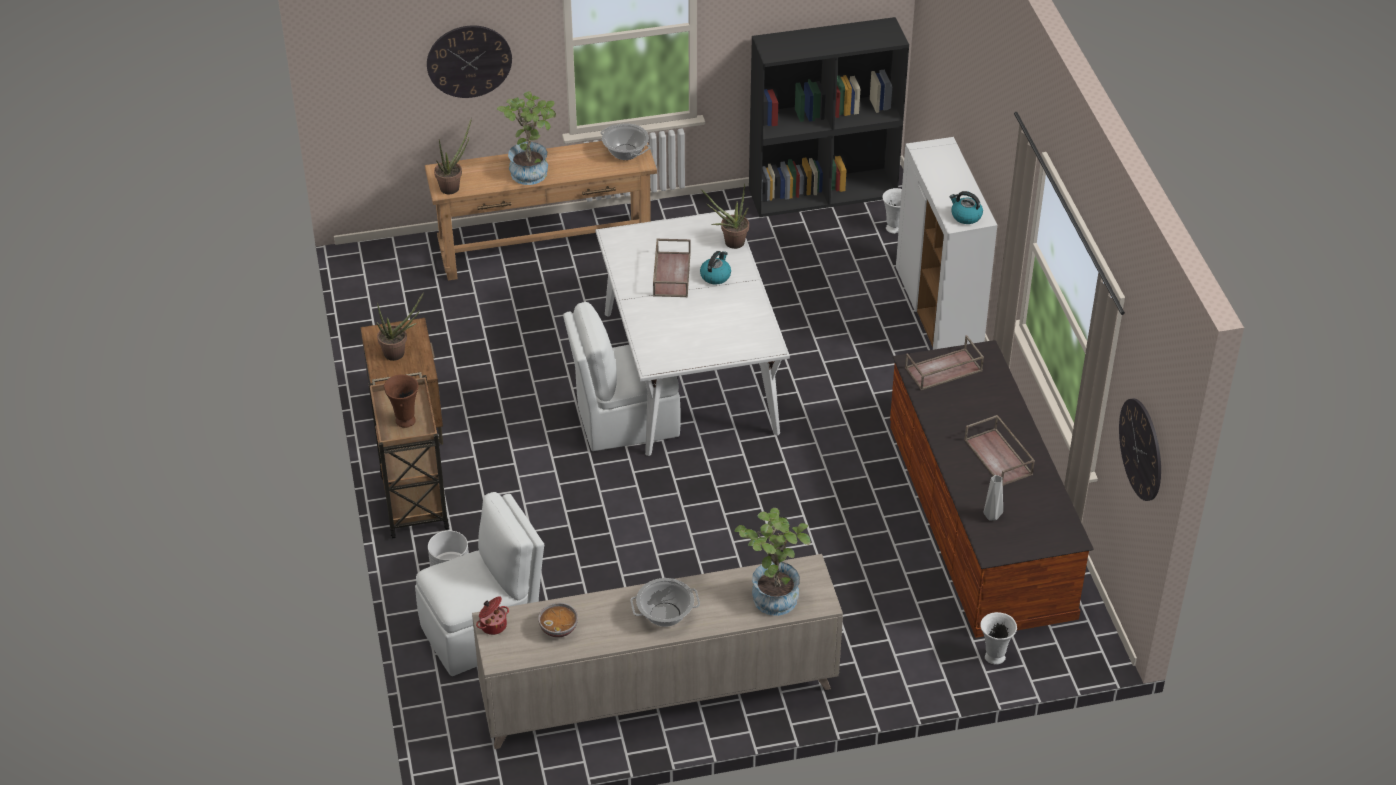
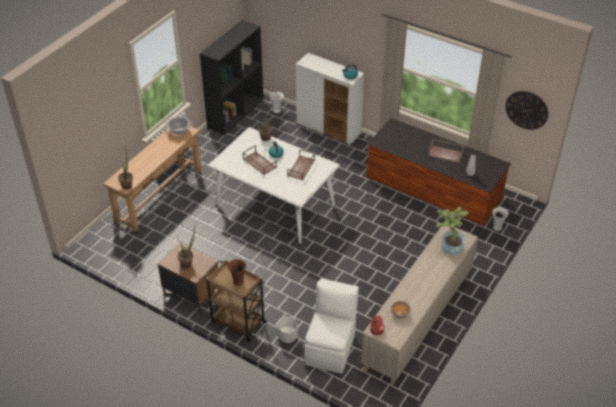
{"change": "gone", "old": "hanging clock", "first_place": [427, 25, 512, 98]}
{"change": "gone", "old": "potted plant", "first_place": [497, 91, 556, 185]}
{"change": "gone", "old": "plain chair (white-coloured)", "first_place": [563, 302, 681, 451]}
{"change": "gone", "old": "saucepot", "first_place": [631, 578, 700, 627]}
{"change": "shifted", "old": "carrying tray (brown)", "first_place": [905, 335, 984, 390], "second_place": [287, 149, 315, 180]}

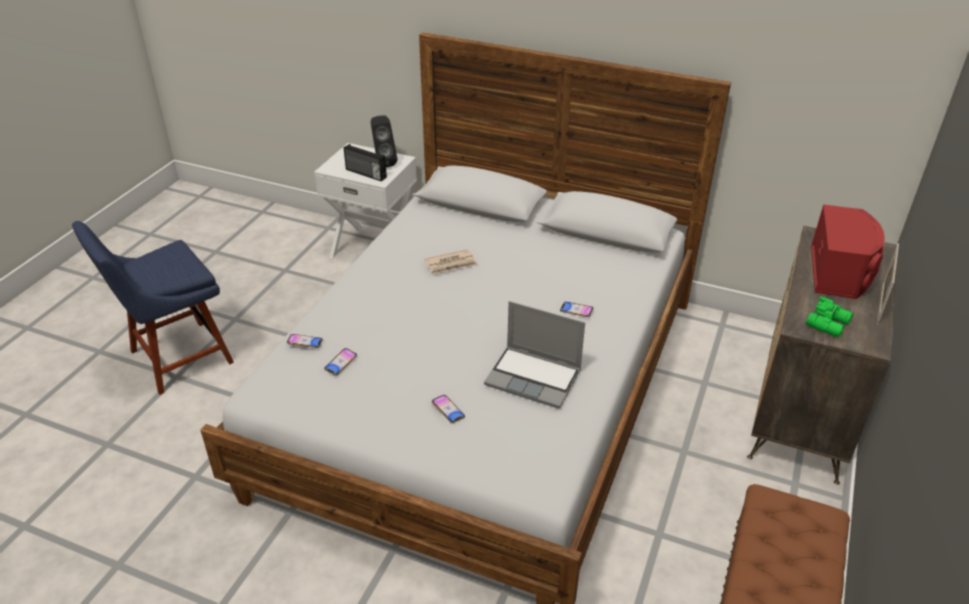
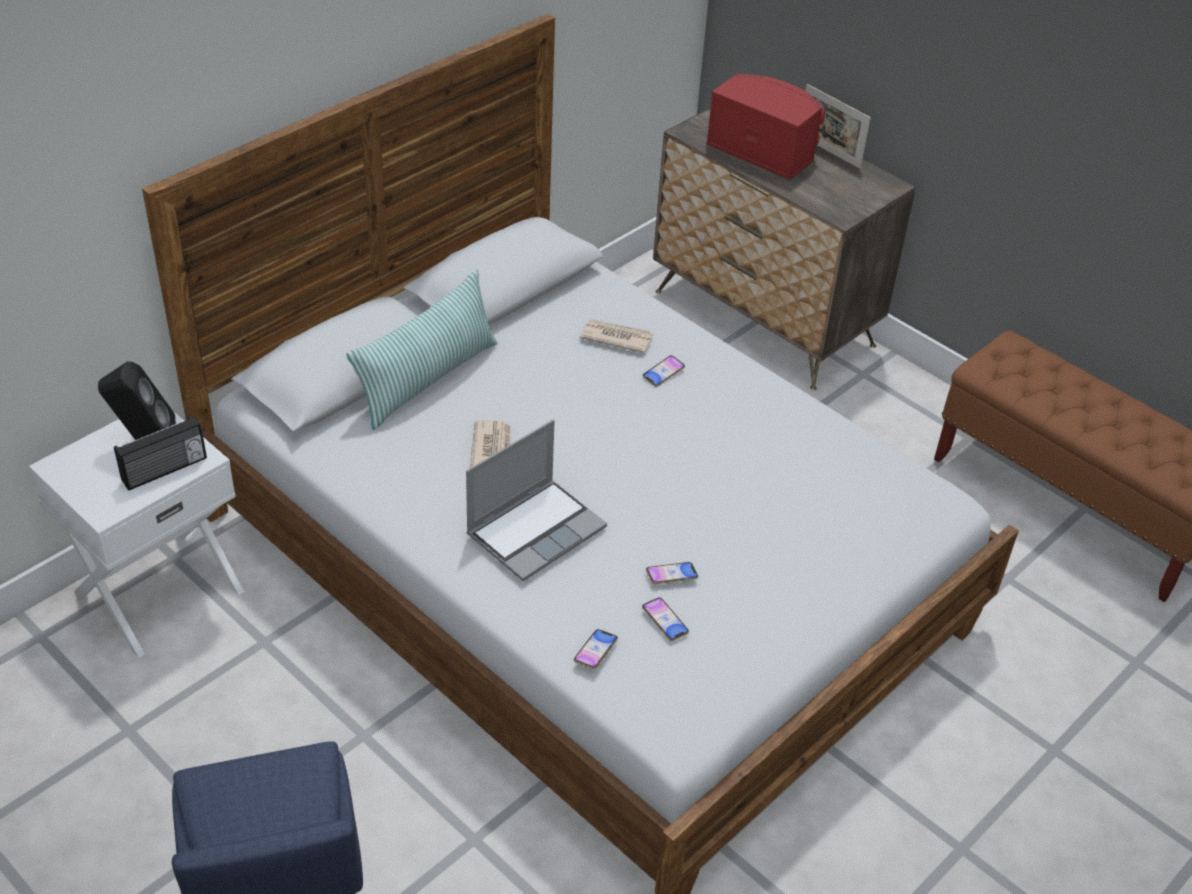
{"change": "gone", "old": "pair of binoculars (green-coloured)", "first_place": [806, 296, 853, 337]}
{"change": "new", "new": "throw pillow", "second_place": [347, 270, 497, 430]}
{"change": "new", "new": "printed paper", "second_place": [580, 319, 653, 353]}
{"change": "shifted", "old": "telephone", "first_place": [432, 395, 465, 423], "second_place": [646, 562, 698, 584]}
{"change": "shifted", "old": "notebook computer", "first_place": [484, 301, 585, 409], "second_place": [466, 420, 607, 581]}

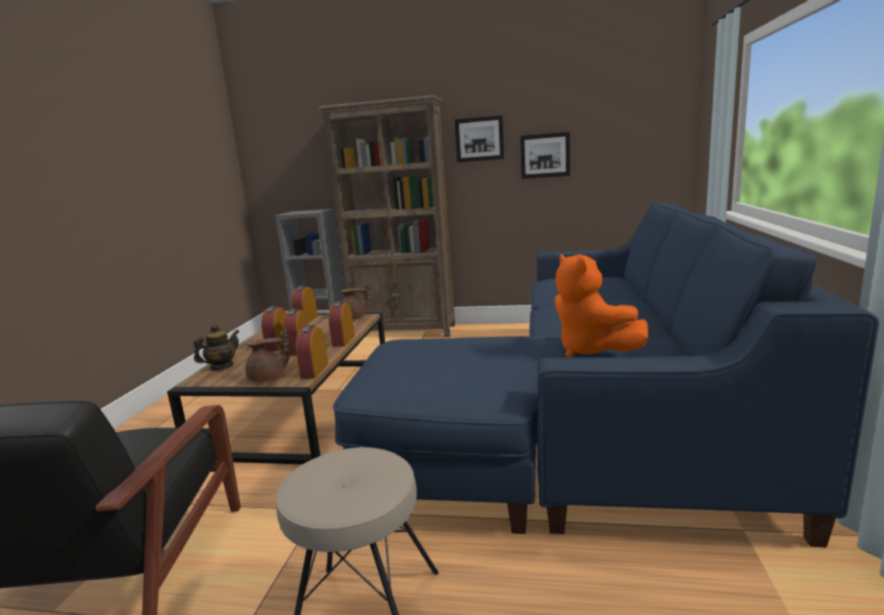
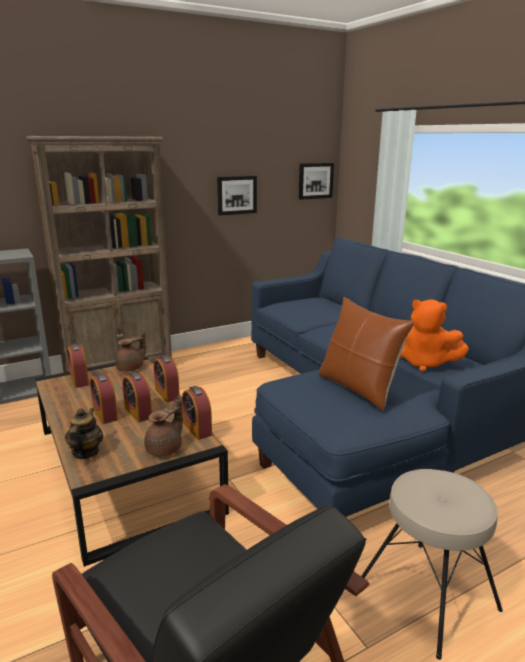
{"change": "new", "new": "throw pillow (brown)", "second_place": [319, 297, 414, 410]}
{"change": "shifted", "old": "wall picture", "first_place": [454, 115, 504, 162], "second_place": [299, 163, 334, 200]}

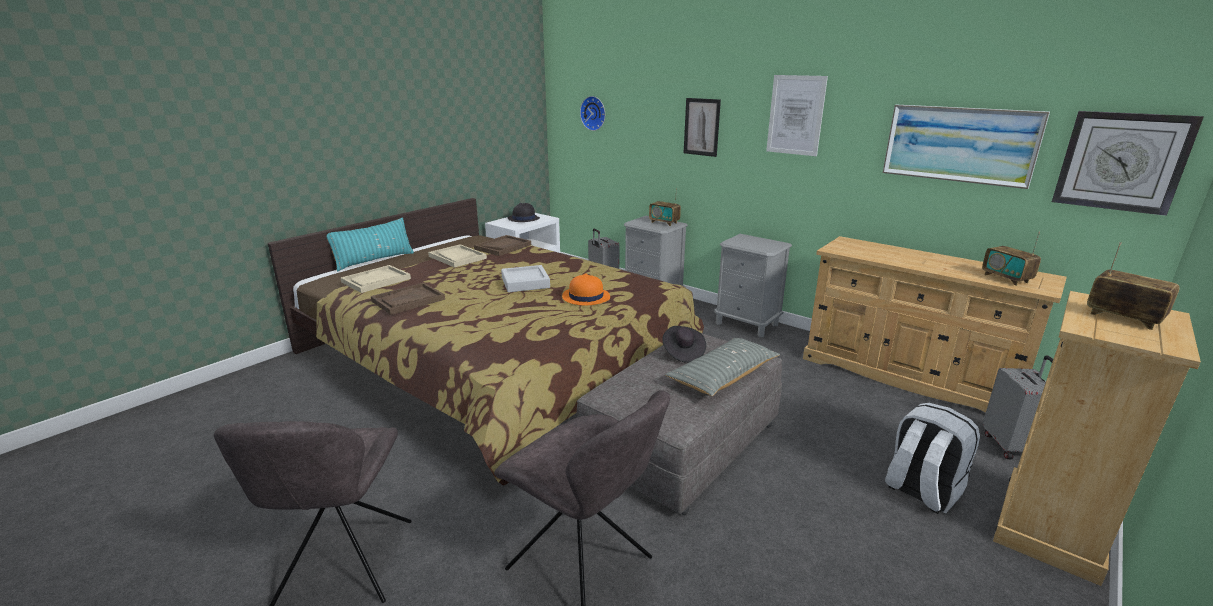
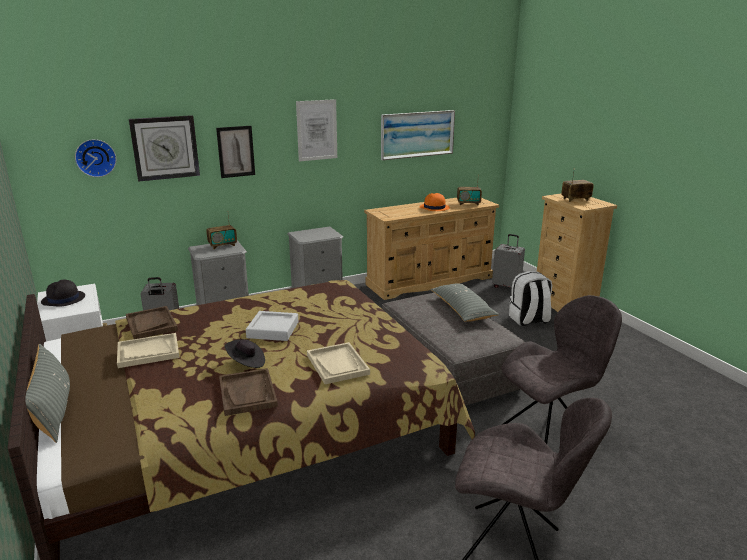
{"change": "shifted", "old": "carrying tray (beige)", "first_place": [341, 265, 411, 293], "second_place": [307, 342, 370, 384]}
{"change": "shifted", "old": "clothing hat (orange-coloured)", "first_place": [562, 273, 610, 305], "second_place": [420, 193, 450, 211]}
{"change": "shifted", "old": "clothing hat (black)", "first_place": [662, 326, 706, 363], "second_place": [225, 339, 265, 368]}
{"change": "shifted", "old": "hanging clock", "first_place": [1052, 111, 1204, 216], "second_place": [129, 115, 200, 182]}
{"change": "repainted", "old": "throw pillow (turquoise-coloured)", "new": "throw pillow (grey)", "first_place": [327, 218, 414, 271], "second_place": [25, 344, 70, 443]}

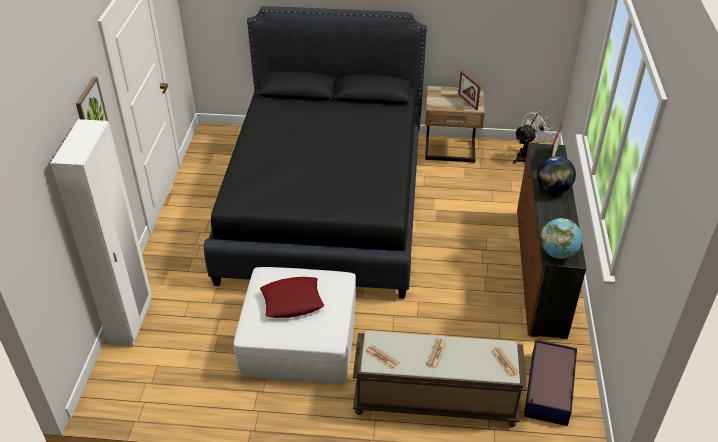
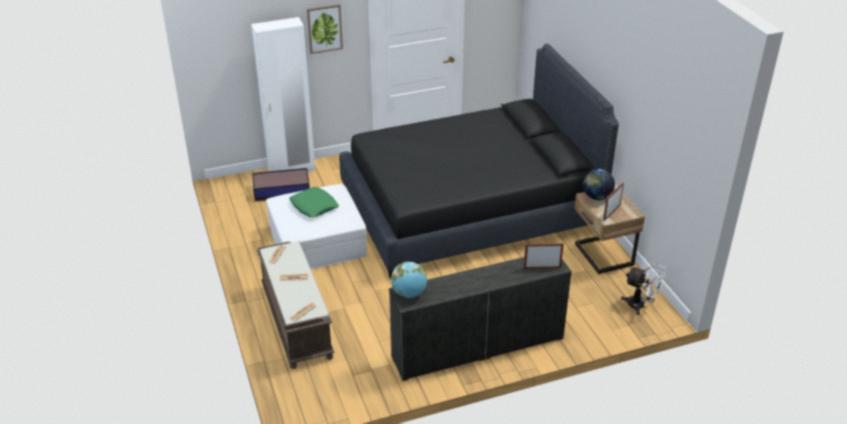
{"change": "shifted", "old": "storage box", "first_place": [524, 340, 577, 426], "second_place": [253, 168, 310, 201]}
{"change": "shifted", "old": "world globe", "first_place": [537, 156, 576, 194], "second_place": [583, 169, 615, 200]}
{"change": "repainted", "old": "throw pillow (red-coloured)", "new": "throw pillow (green-coloured)", "first_place": [260, 277, 324, 318], "second_place": [289, 187, 339, 218]}

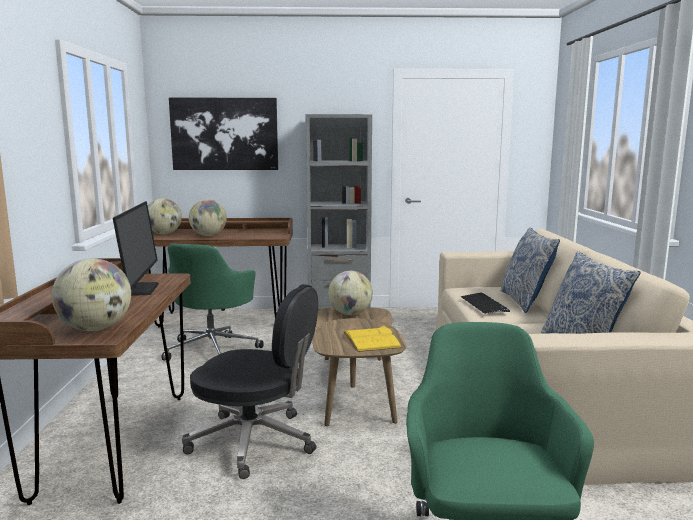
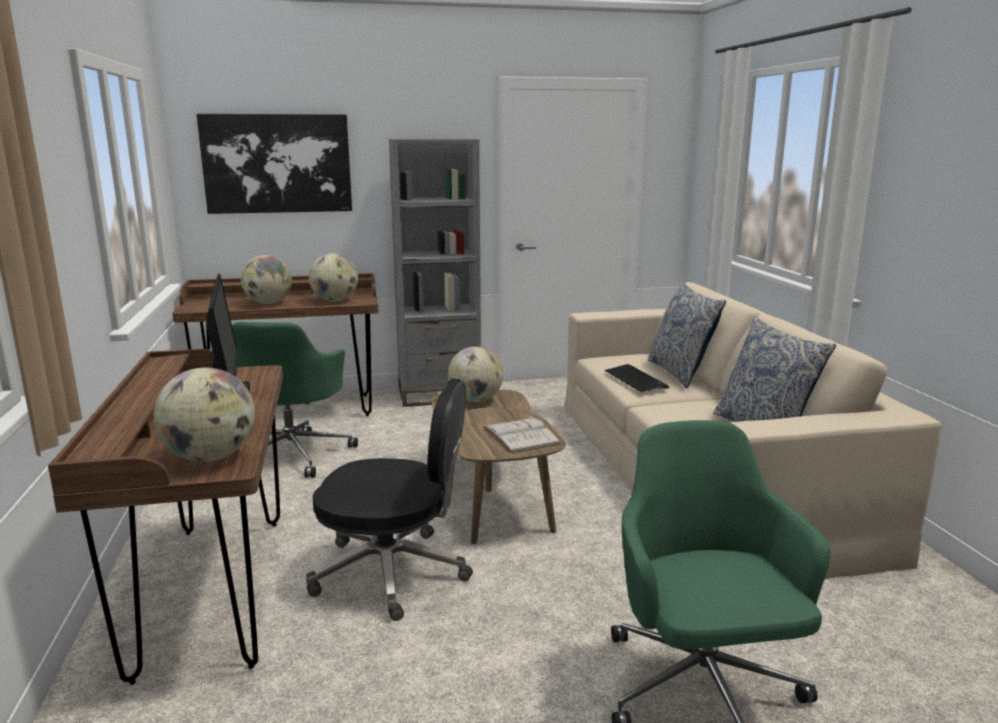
{"change": "shifted", "old": "world globe", "first_place": [148, 198, 182, 234], "second_place": [309, 253, 358, 302]}
{"change": "repainted", "old": "bound book (yellow)", "new": "bound book (white-coloured)", "first_place": [344, 325, 402, 352], "second_place": [483, 416, 561, 453]}

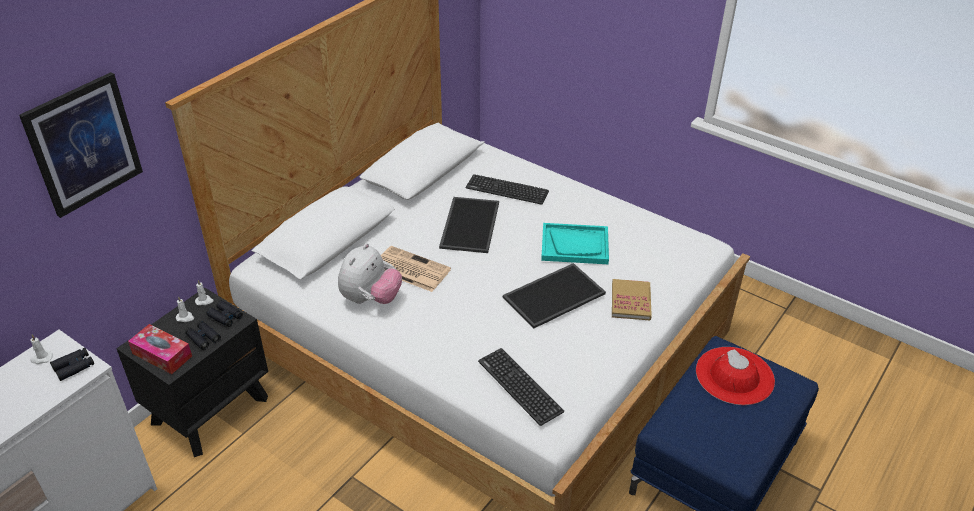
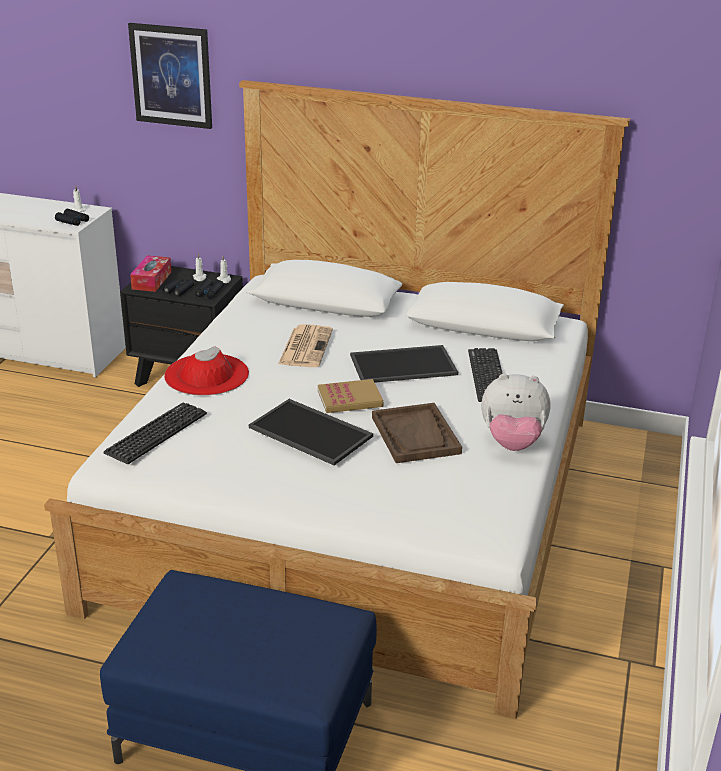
{"change": "shifted", "old": "plush toy", "first_place": [338, 243, 402, 304], "second_place": [481, 374, 550, 451]}
{"change": "shifted", "old": "bound book", "first_place": [612, 279, 652, 320], "second_place": [318, 379, 384, 413]}
{"change": "shifted", "old": "clothing hat (red-coloured)", "first_place": [696, 347, 775, 405], "second_place": [164, 346, 249, 396]}
{"change": "repainted", "old": "carrying tray (turquoise-coloured)", "new": "carrying tray (brown)", "first_place": [541, 223, 609, 264], "second_place": [372, 403, 462, 463]}

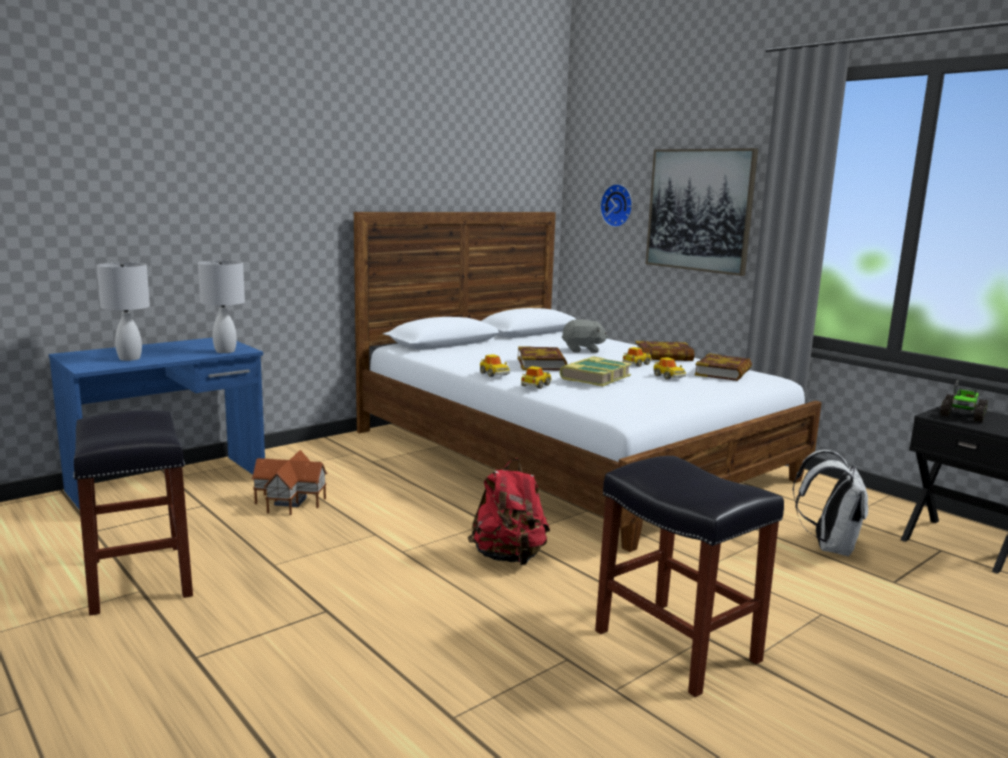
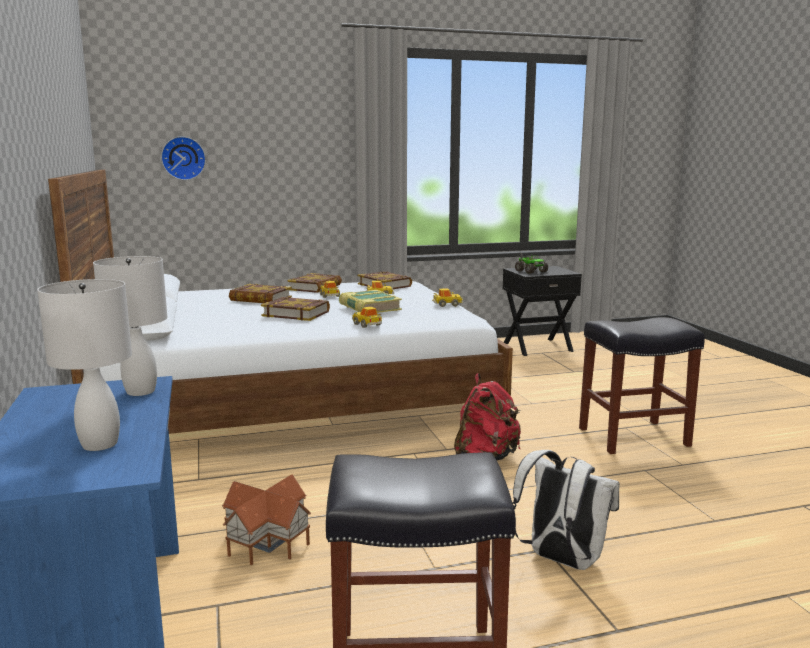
{"change": "gone", "old": "wall picture", "first_place": [646, 148, 758, 276]}
{"change": "shifted", "old": "model car", "first_place": [480, 354, 510, 377], "second_place": [432, 288, 464, 307]}
{"change": "shifted", "old": "backpack (white-coloured)", "first_place": [792, 450, 868, 556], "second_place": [512, 450, 620, 570]}
{"change": "swapped", "old": "plush toy (grey)", "new": "bound book", "first_place": [562, 319, 608, 353], "second_place": [229, 284, 292, 303]}

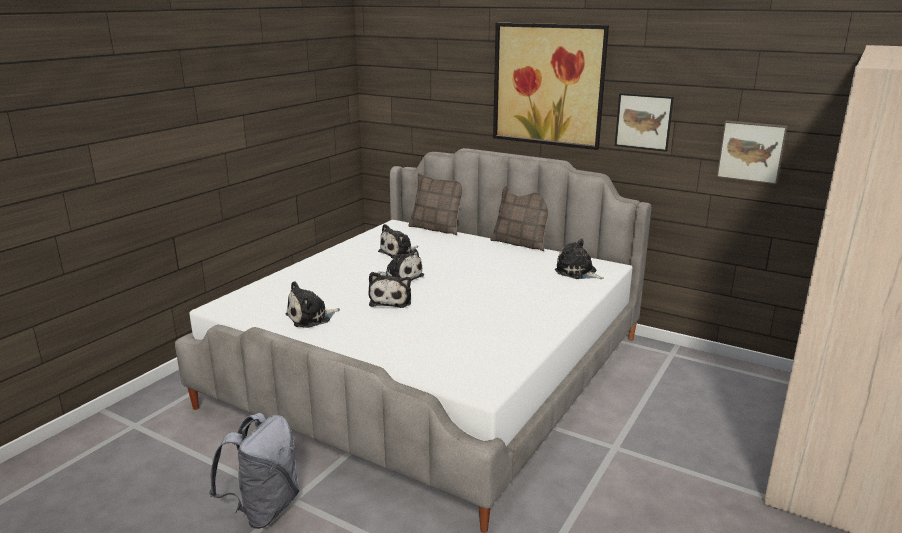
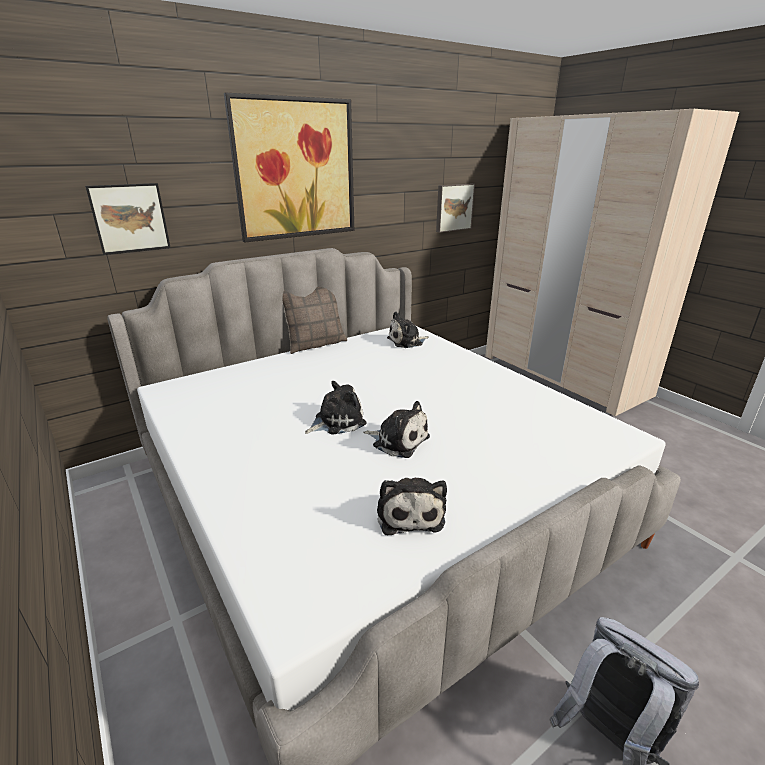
{"change": "gone", "old": "plush toy", "first_place": [378, 224, 418, 259]}
{"change": "gone", "old": "throw pillow", "first_place": [408, 172, 462, 235]}
{"change": "shifted", "old": "wall picture", "first_place": [615, 93, 674, 152], "second_place": [85, 183, 171, 255]}

